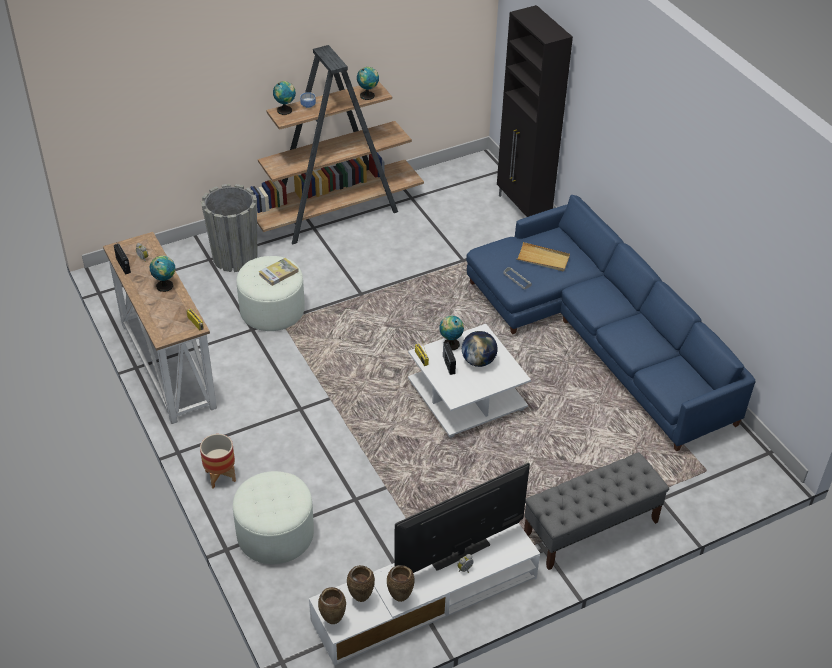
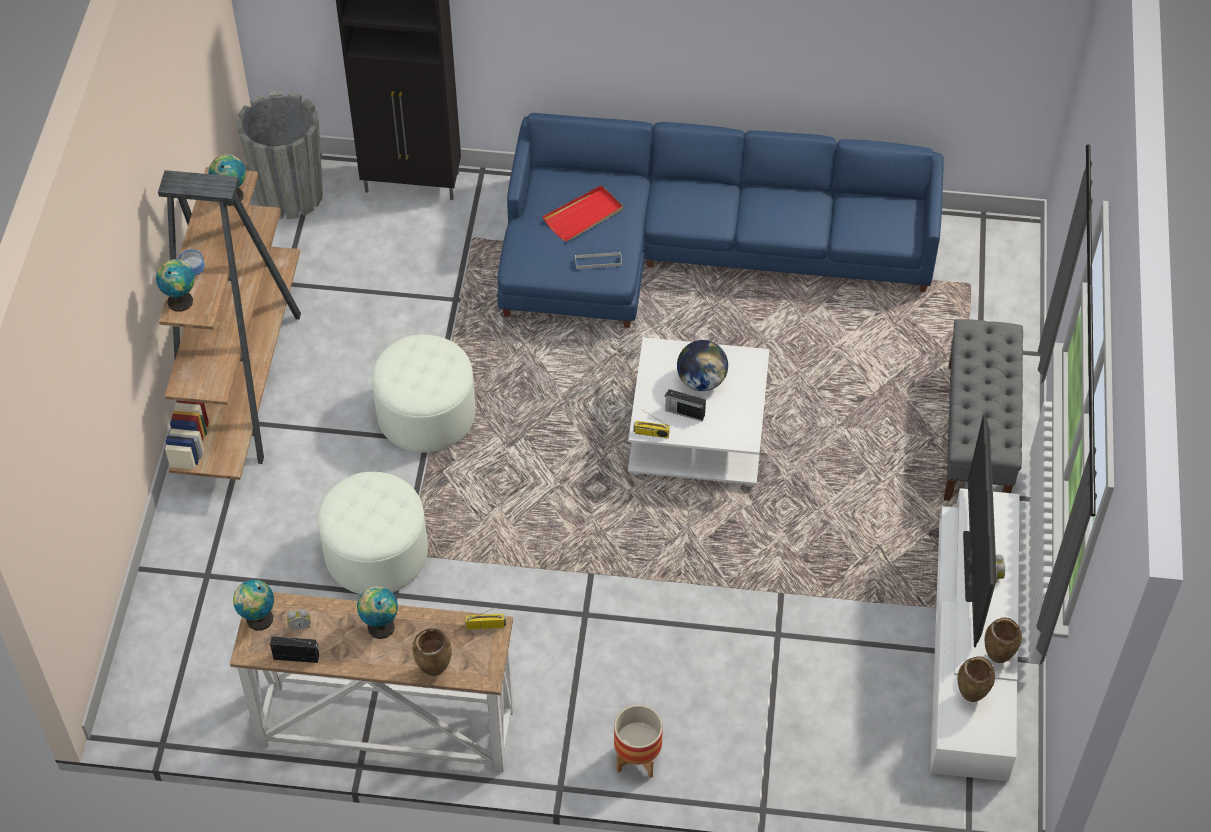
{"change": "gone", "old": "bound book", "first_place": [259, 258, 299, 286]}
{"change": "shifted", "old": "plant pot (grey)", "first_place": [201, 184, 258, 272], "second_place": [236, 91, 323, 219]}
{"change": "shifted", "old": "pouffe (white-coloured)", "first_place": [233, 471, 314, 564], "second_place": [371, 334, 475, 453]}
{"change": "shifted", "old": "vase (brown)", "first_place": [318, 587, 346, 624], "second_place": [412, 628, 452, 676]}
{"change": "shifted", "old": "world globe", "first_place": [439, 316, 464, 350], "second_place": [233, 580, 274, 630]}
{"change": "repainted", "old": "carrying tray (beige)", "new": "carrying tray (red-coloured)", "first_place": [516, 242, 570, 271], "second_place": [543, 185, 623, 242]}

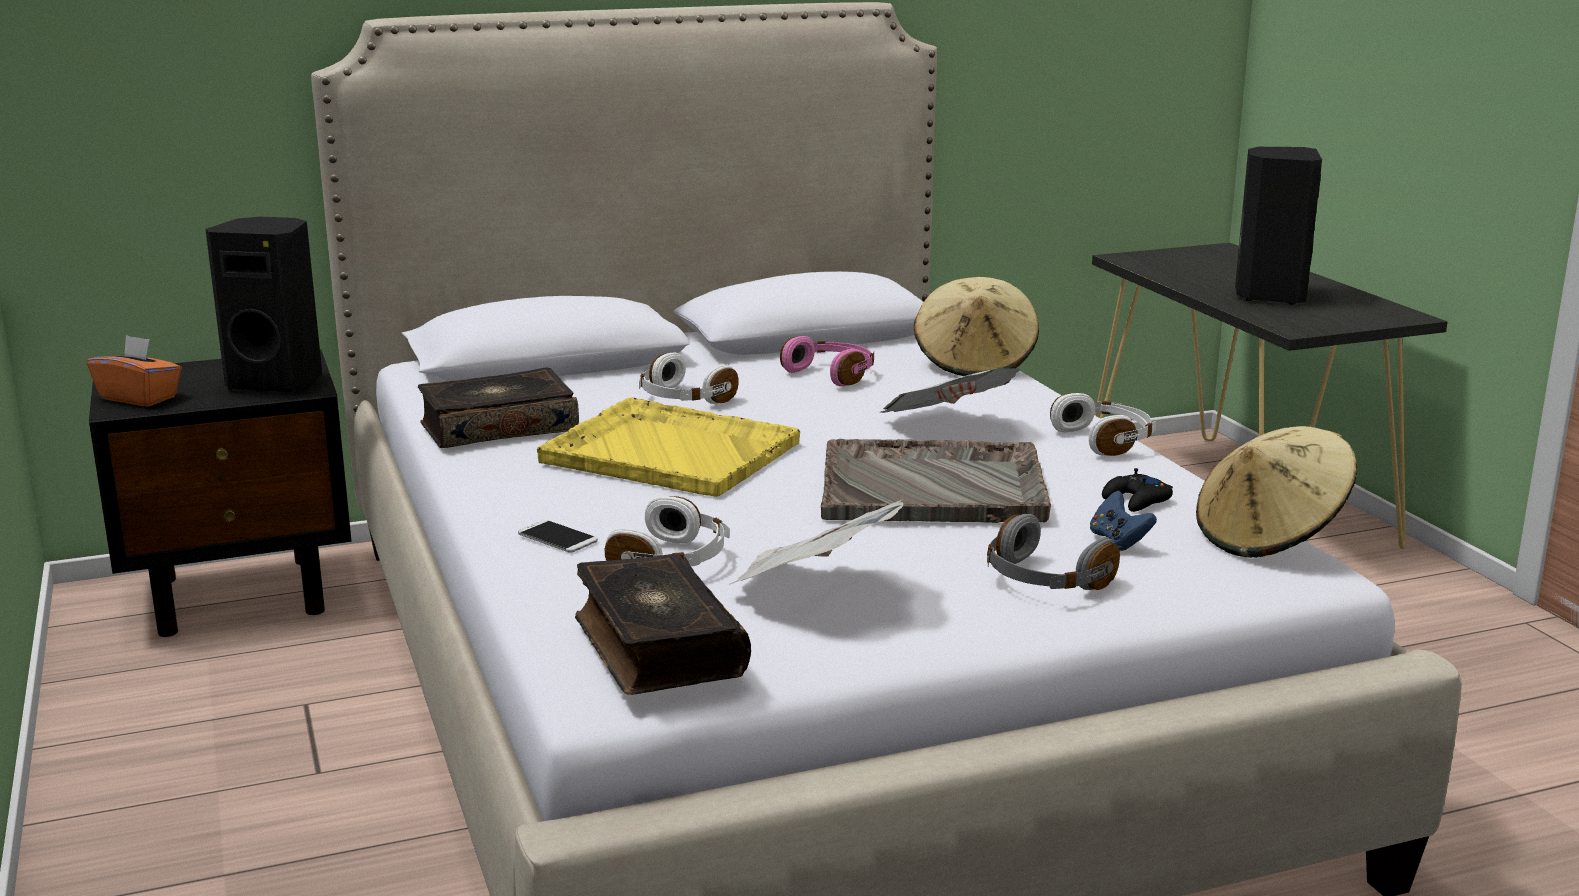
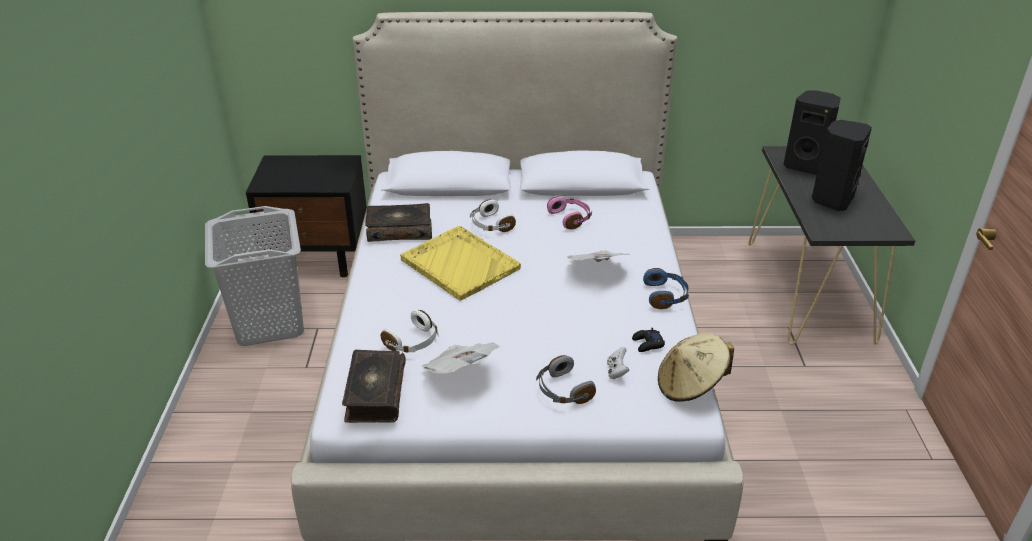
{"change": "gone", "old": "box of tissues (orange-coloured)", "first_place": [87, 335, 182, 407]}
{"change": "gone", "old": "telephone", "first_place": [518, 520, 598, 553]}
{"change": "gone", "old": "carrying tray (grey)", "first_place": [821, 439, 1051, 523]}
{"change": "gone", "old": "clothing hat (beige)", "first_place": [913, 277, 1039, 376]}
{"change": "new", "new": "washing basket (grey)", "second_place": [205, 206, 304, 346]}
{"change": "shifted", "old": "audio speaker (black)", "first_place": [206, 217, 322, 393], "second_place": [783, 90, 841, 175]}
{"change": "repainted", "old": "pair of headphones (white-coloured)", "new": "pair of headphones (bluish)", "first_place": [1050, 393, 1156, 456], "second_place": [643, 268, 689, 309]}
{"change": "repainted", "old": "joypad (bluish)", "new": "joypad (white-coloured)", "first_place": [1090, 491, 1157, 551], "second_place": [607, 347, 629, 379]}

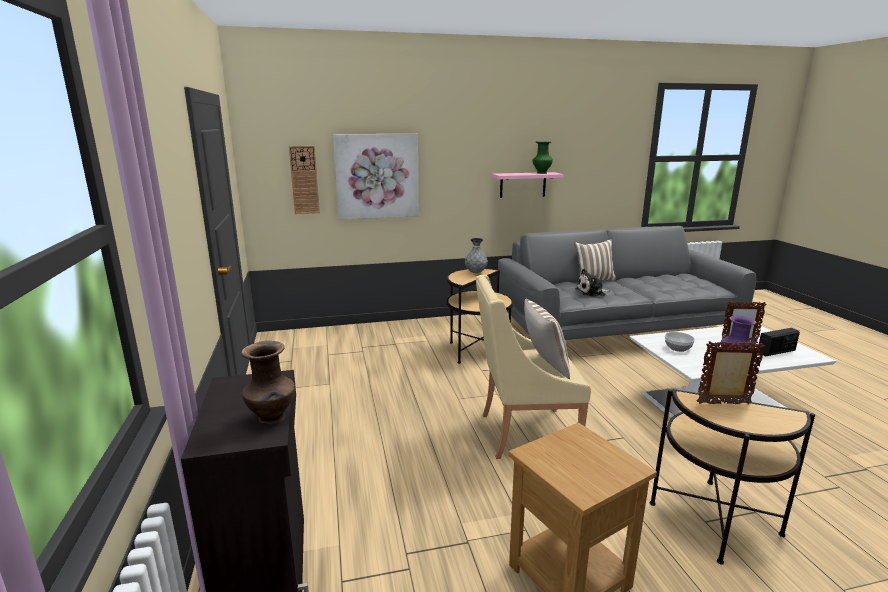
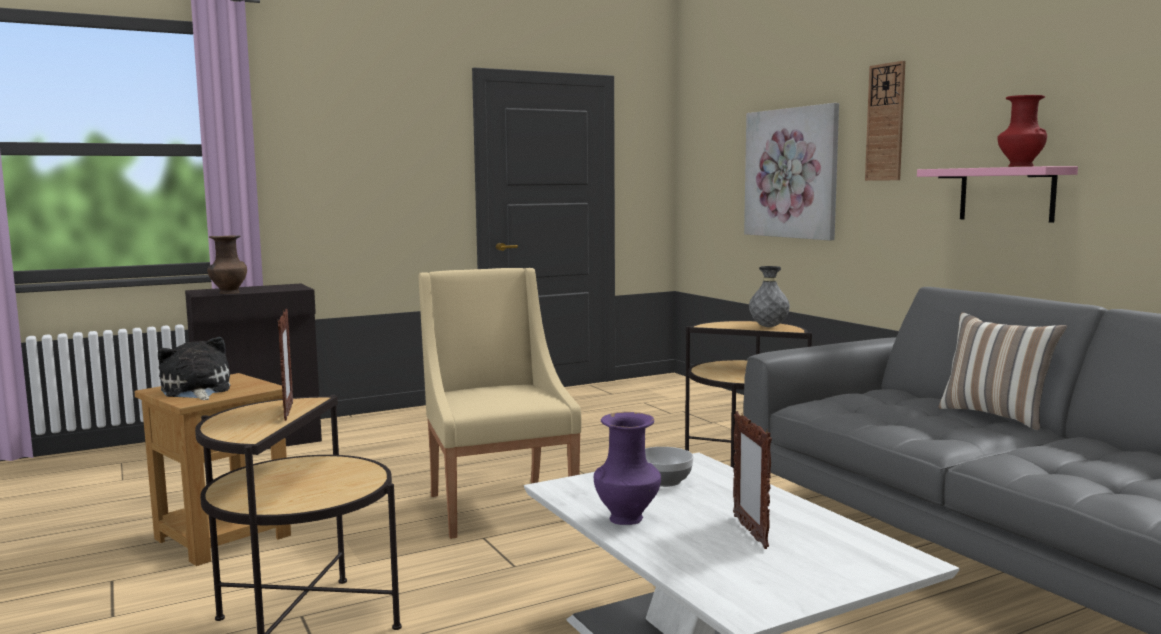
{"change": "gone", "old": "throw pillow", "first_place": [524, 299, 570, 379]}
{"change": "gone", "old": "radio", "first_place": [759, 328, 800, 357]}
{"change": "shifted", "old": "hanging clock", "first_place": [289, 146, 320, 214], "second_place": [865, 61, 905, 181]}
{"change": "shifted", "old": "plush toy", "first_place": [576, 268, 610, 297], "second_place": [158, 337, 230, 400]}
{"change": "repainted", "old": "vase (green-coloured)", "new": "vase (red-coloured)", "first_place": [532, 142, 553, 174], "second_place": [997, 95, 1047, 167]}

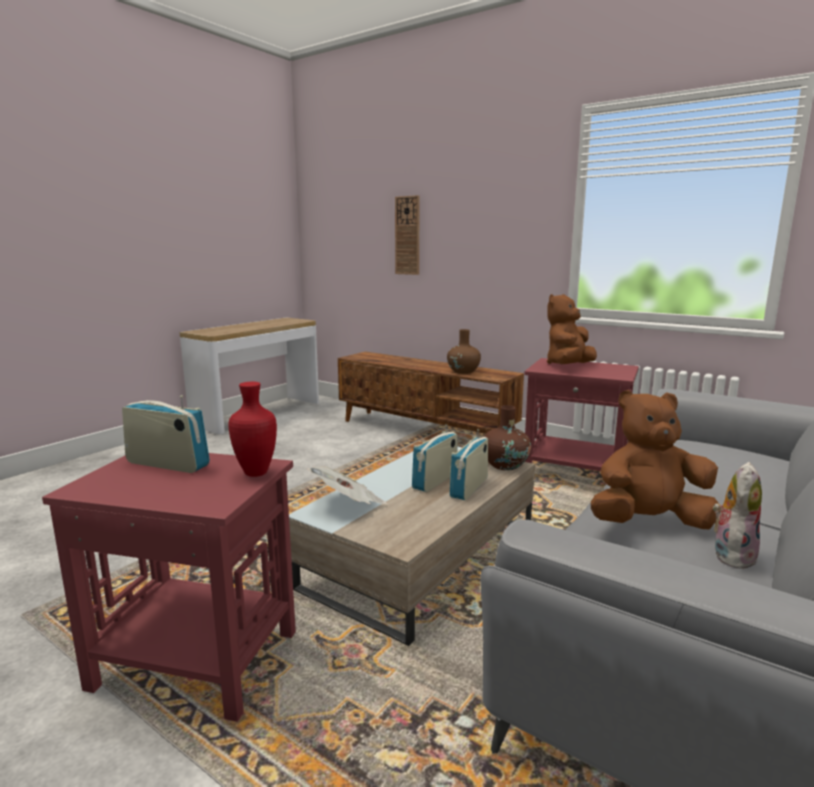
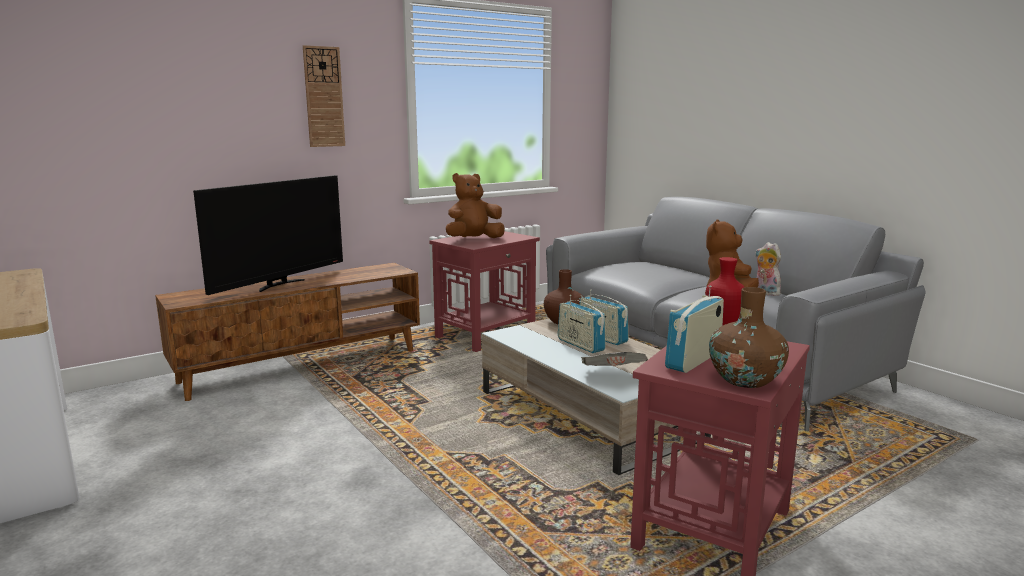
{"change": "new", "new": "TV set", "second_place": [193, 175, 343, 295]}
{"change": "shifted", "old": "hanging clock", "first_place": [395, 195, 420, 275], "second_place": [303, 45, 345, 147]}
{"change": "shifted", "old": "vase (brown)", "first_place": [447, 329, 481, 374], "second_place": [709, 287, 789, 388]}
{"change": "rotated", "old": "plush toy (brown)", "first_place": [547, 294, 597, 364], "second_place": [446, 173, 505, 238], "degrees": 90}

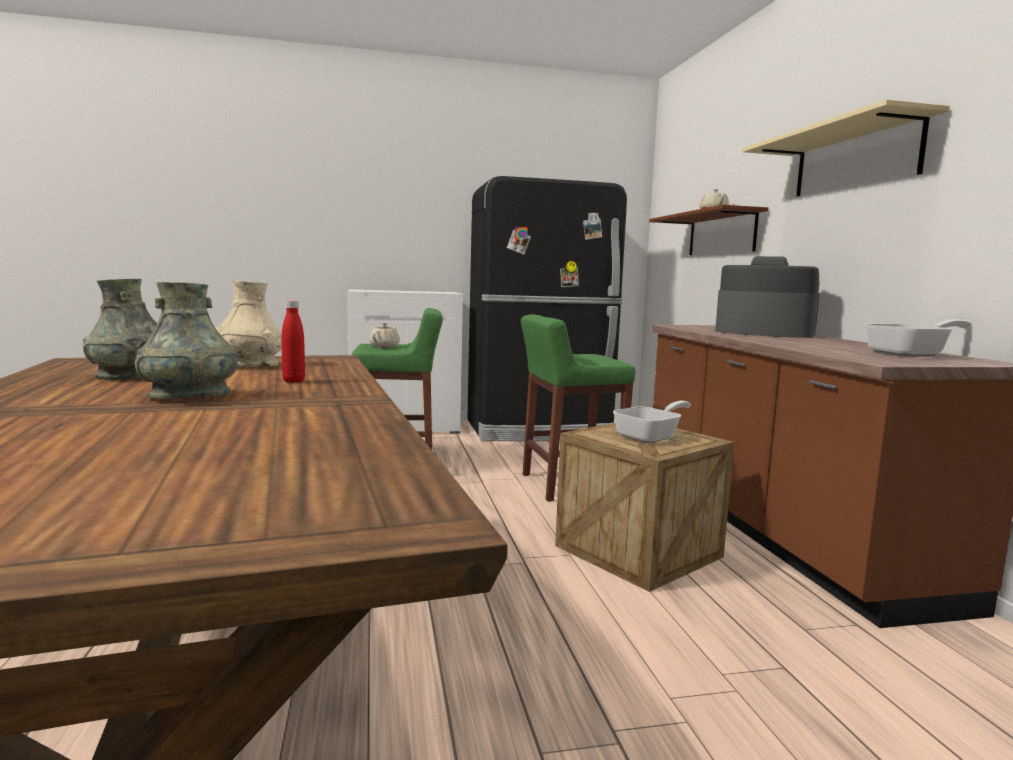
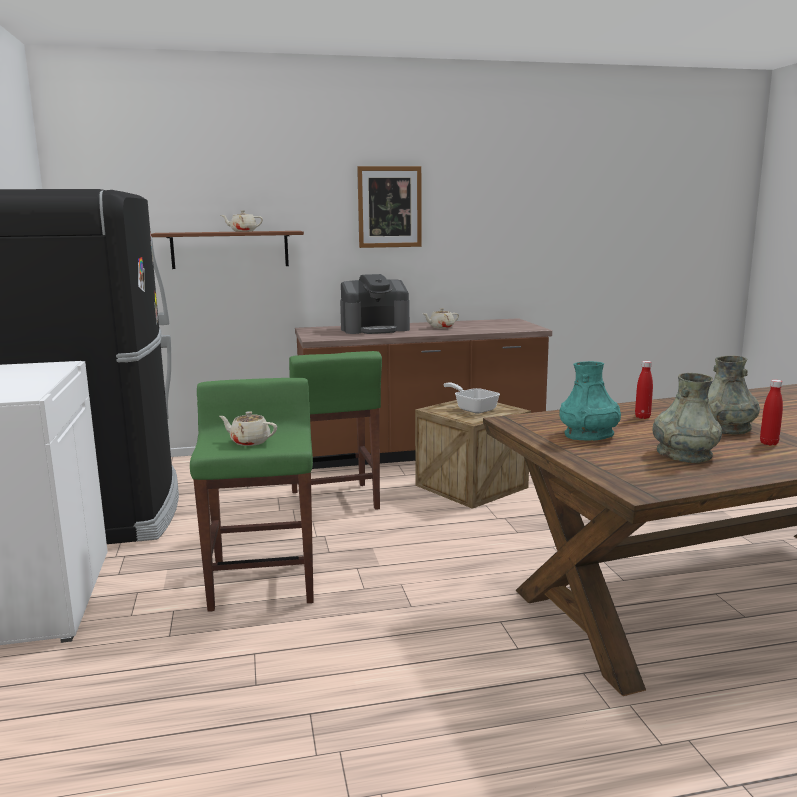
{"change": "gone", "old": "frying pan", "first_place": [864, 319, 972, 357]}
{"change": "new", "new": "pot for tea (beige)", "second_place": [422, 308, 459, 329]}
{"change": "new", "new": "bottle (red-coloured)", "second_place": [760, 380, 783, 445]}
{"change": "swapped", "old": "bracket shelf (beige)", "new": "wall picture", "first_place": [743, 99, 950, 197], "second_place": [357, 166, 422, 248]}
{"change": "repainted", "old": "vase (beige)", "new": "vase (turquoise-coloured)", "first_place": [216, 280, 282, 367], "second_place": [560, 361, 621, 441]}
{"change": "rotated", "old": "coffee maker", "first_place": [715, 256, 820, 338], "second_place": [340, 274, 410, 334], "degrees": -135}

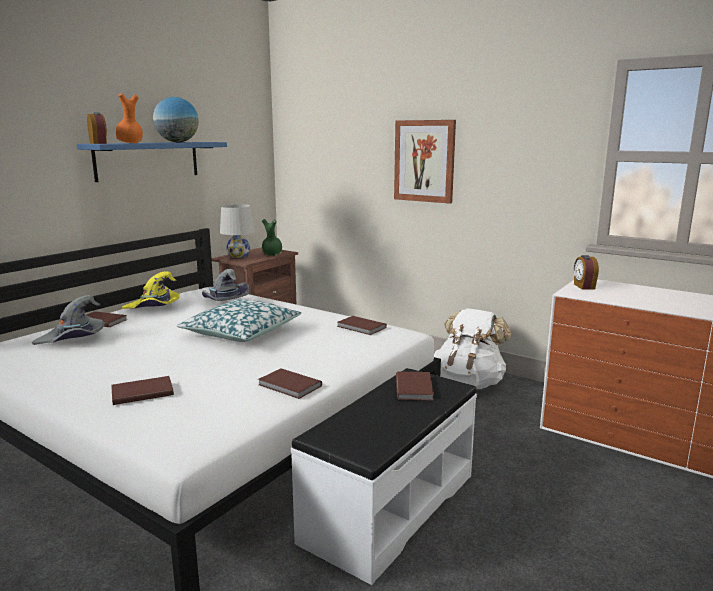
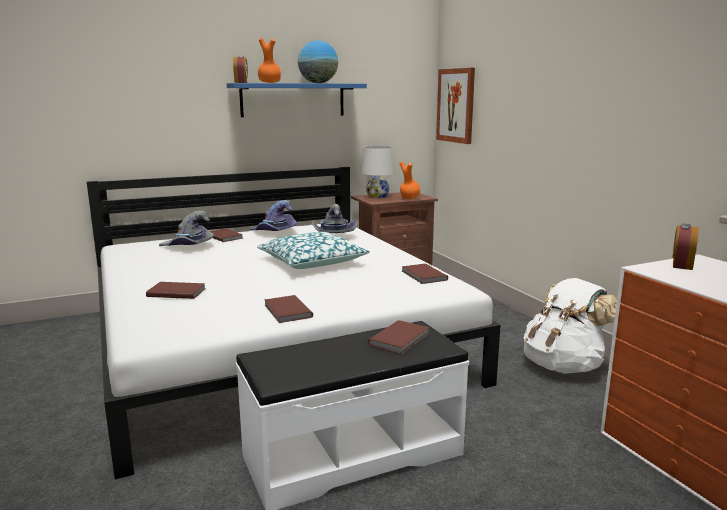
{"change": "shifted", "old": "wall picture", "first_place": [394, 120, 456, 204], "second_place": [436, 68, 475, 144]}
{"change": "repainted", "old": "clothing hat (yellow)", "new": "clothing hat (purple)", "first_place": [122, 271, 179, 309], "second_place": [251, 200, 297, 231]}
{"change": "repainted", "old": "vase (green-coloured)", "new": "vase (orange-coloured)", "first_place": [262, 219, 282, 256], "second_place": [399, 162, 420, 199]}

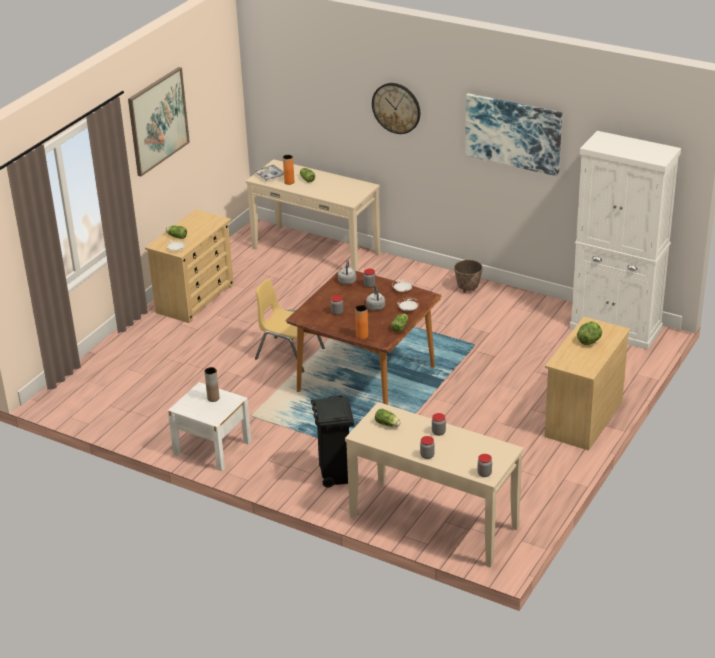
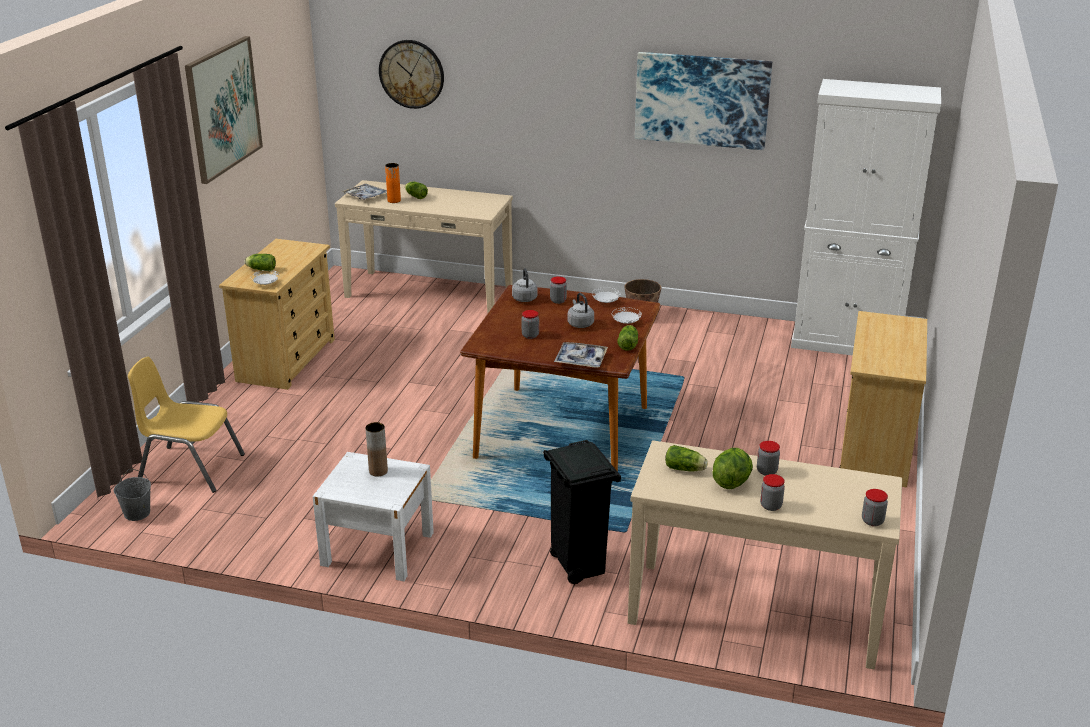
{"change": "new", "new": "water bucket (grey)", "second_place": [114, 469, 151, 521]}
{"change": "shifted", "old": "plain chair (yellow)", "first_place": [255, 279, 325, 372], "second_place": [128, 357, 245, 493]}
{"change": "shifted", "old": "hanging clock", "first_place": [372, 83, 420, 134], "second_place": [379, 40, 444, 109]}
{"change": "shifted", "old": "head of lettuce", "first_place": [577, 322, 602, 345], "second_place": [712, 448, 753, 489]}
{"change": "swapped", "old": "vase (orange-coloured)", "new": "carrying tray", "first_place": [355, 305, 368, 340], "second_place": [554, 342, 608, 368]}

